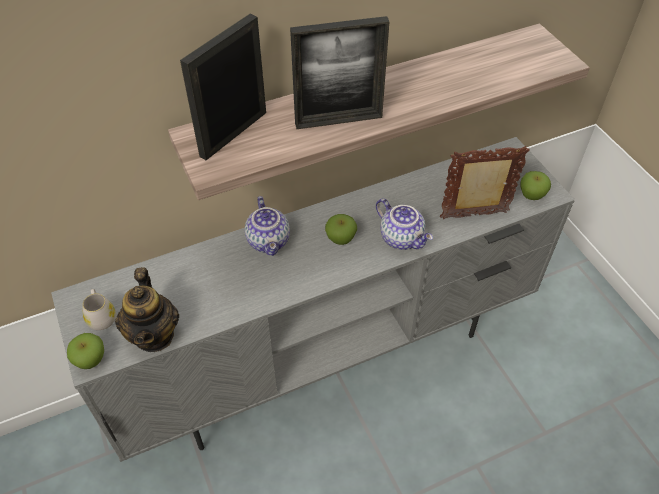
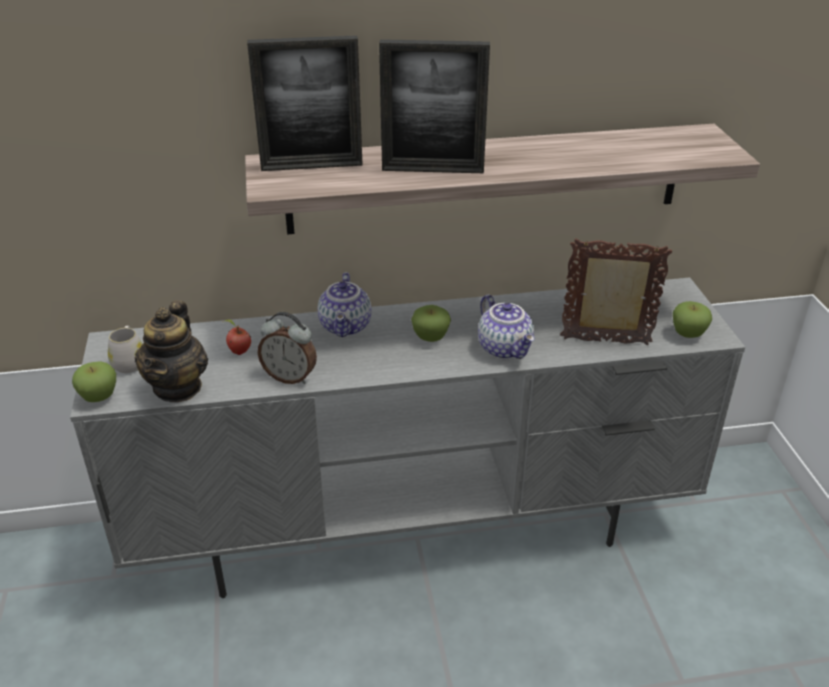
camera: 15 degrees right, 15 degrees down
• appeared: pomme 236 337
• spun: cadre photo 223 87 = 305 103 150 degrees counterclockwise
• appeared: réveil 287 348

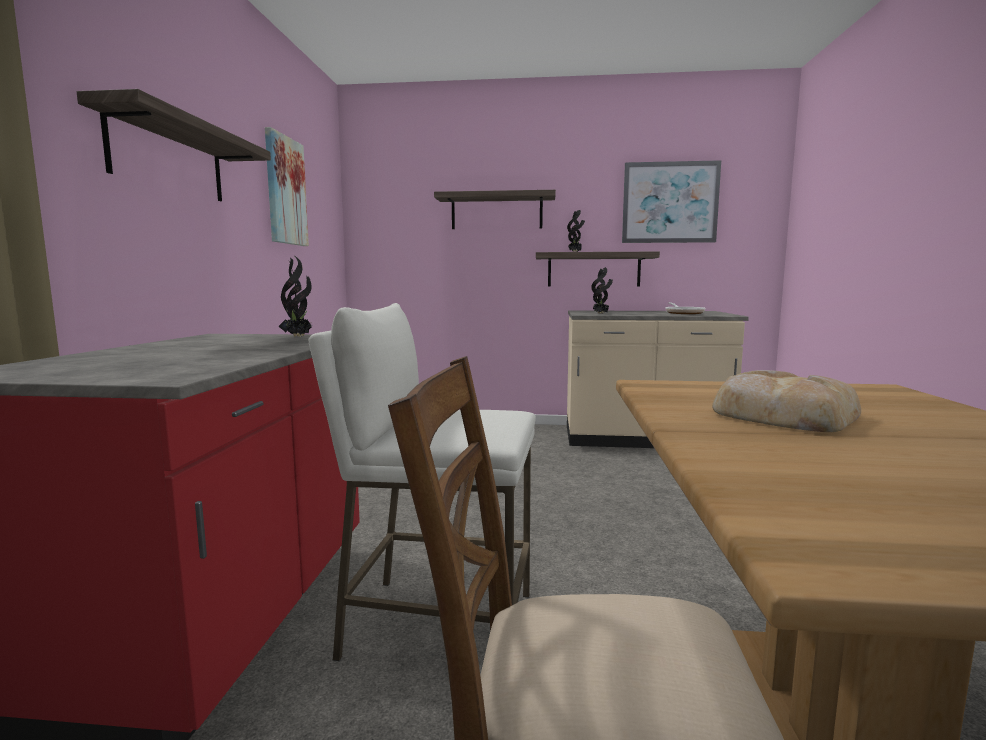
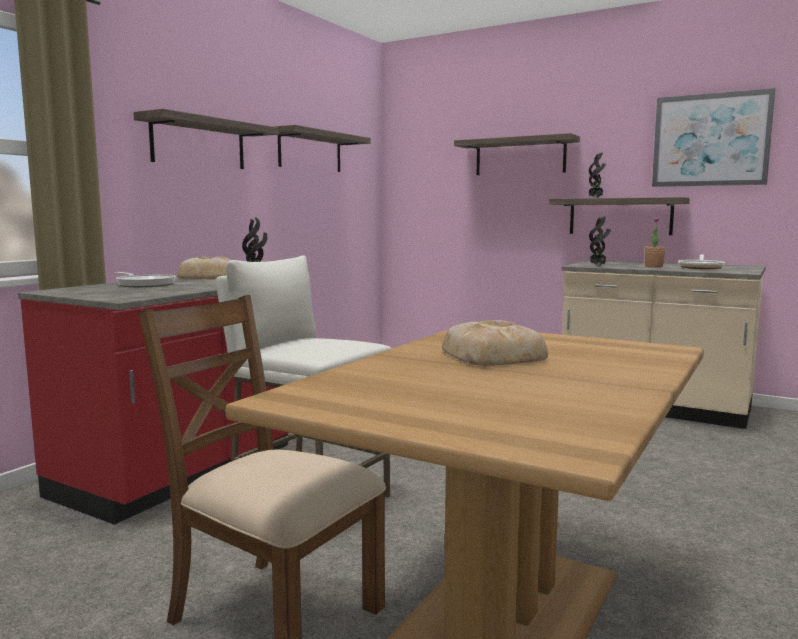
camera: 25 degrees right, 0 degrees up
• appeared: poêle 145 279
• appeared: pain 204 267
• exchanged: tableau 287 186 to étagère 322 148
• appeared: plante en pot 655 242

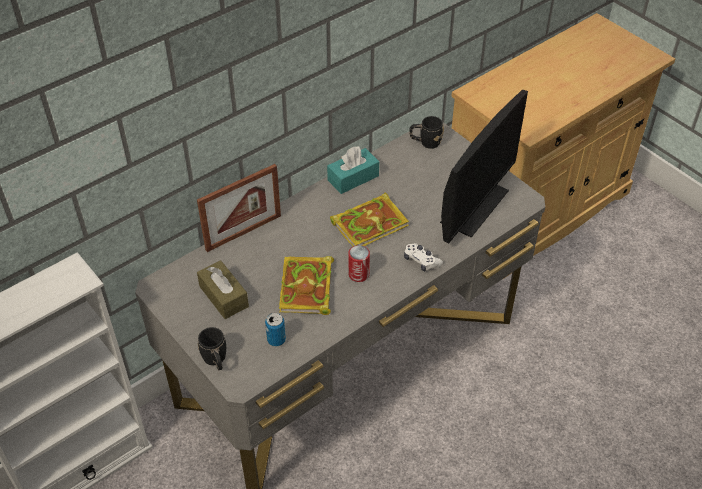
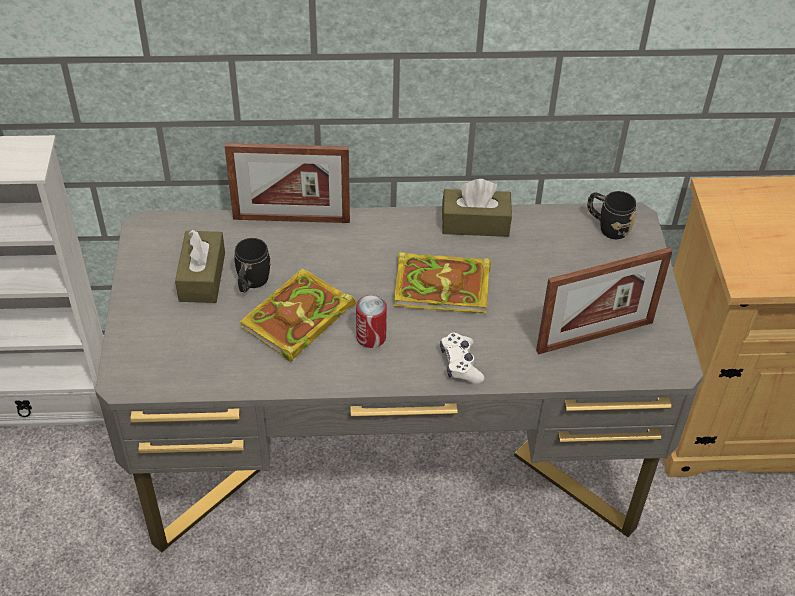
camera: 35 degrees right, 0 degrees up
• relocated: mug (noir) 211 348 to 252 265
• colour: boîte à mouchoirs (turquoise) 353 170 to boîte à mouchoirs (marron) 477 208
• exchanged: écran d'ordinateur 484 167 to cadre photo 604 300
• missing: boîte métallique 275 329

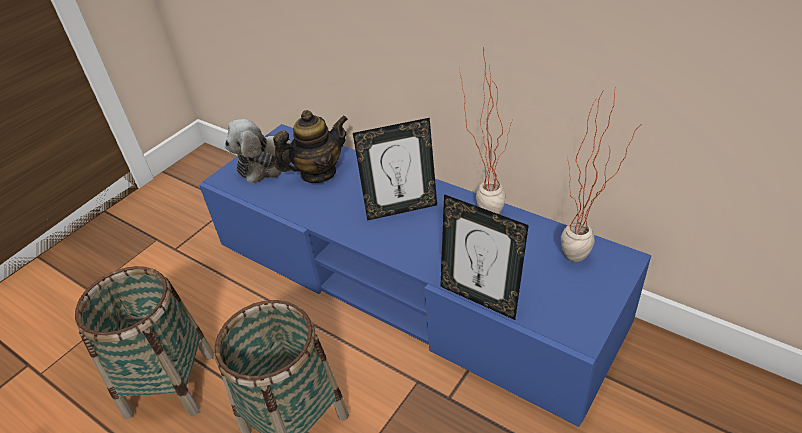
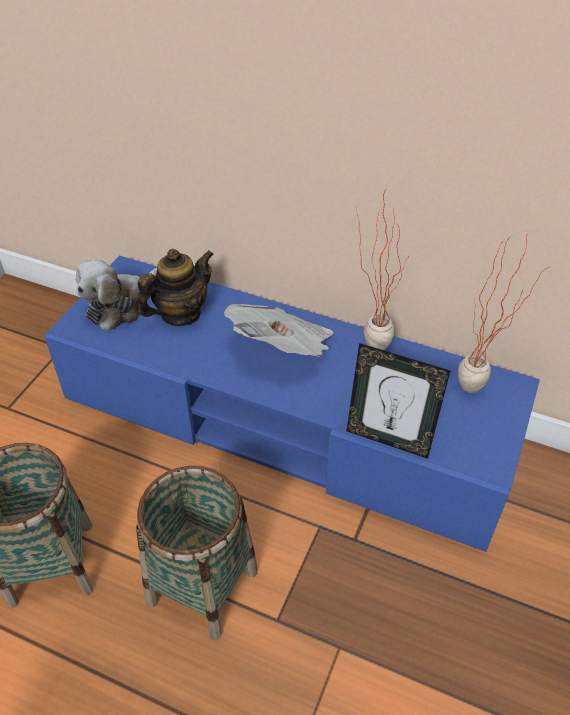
camera: 15 degrees left, 5 degrees up
• exchanged: cadre photo 395 169 to journal 279 330

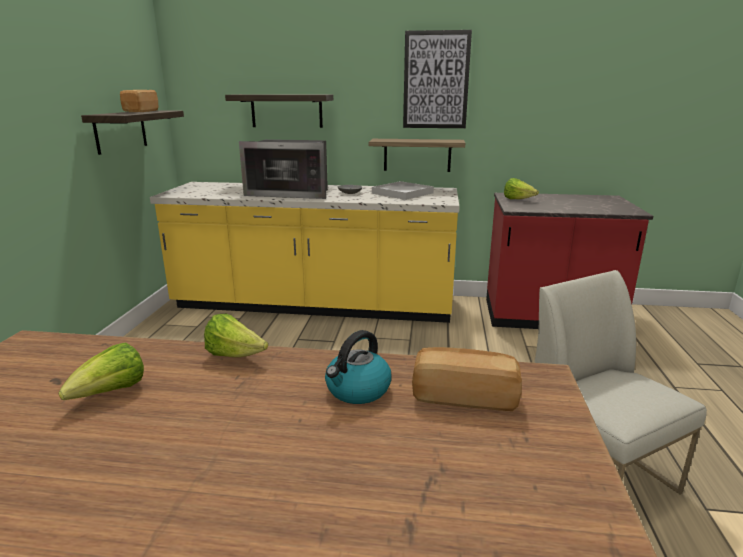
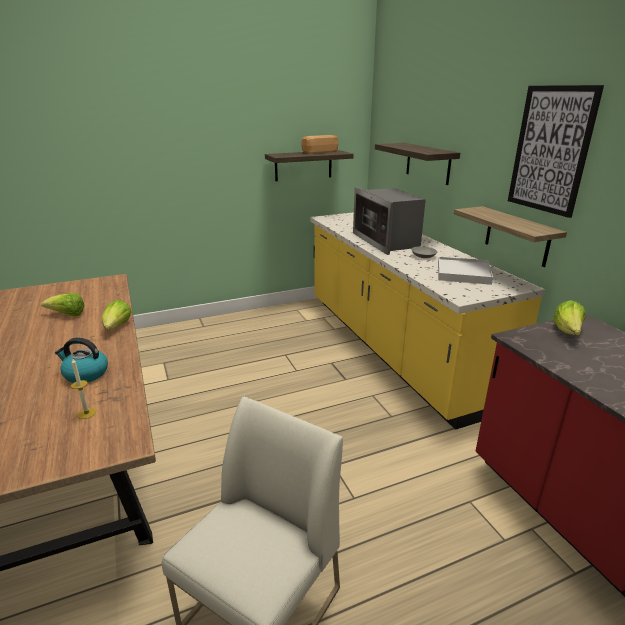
camera: 60 degrees right, 5 degrees up
• exchanged: pain 467 379 to bougie 83 389

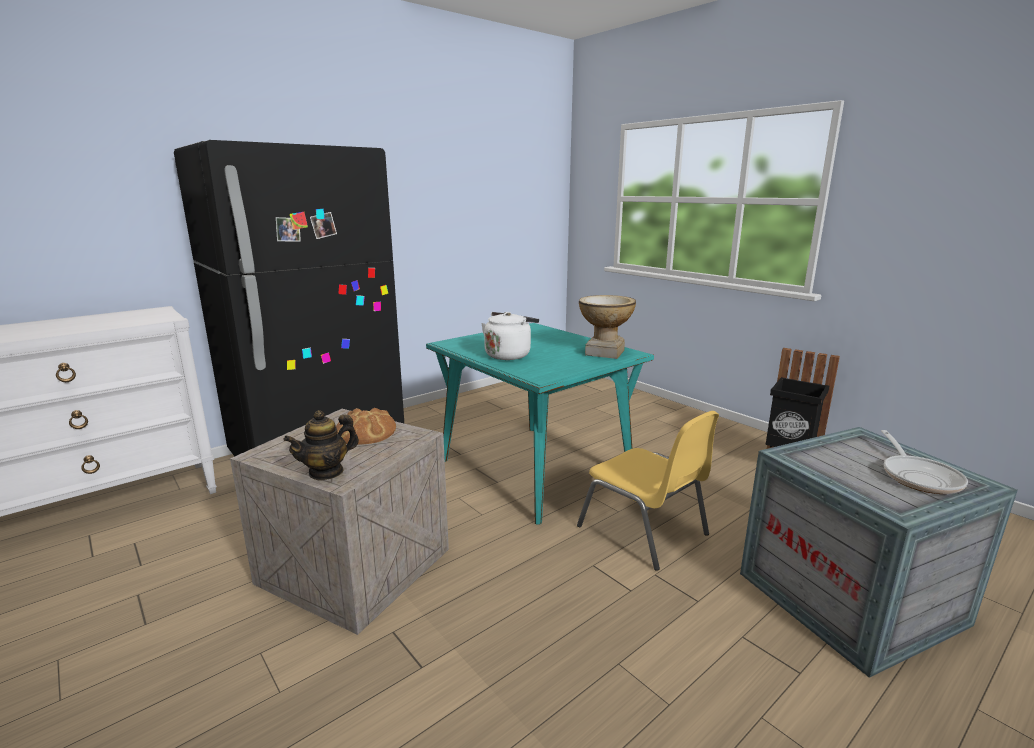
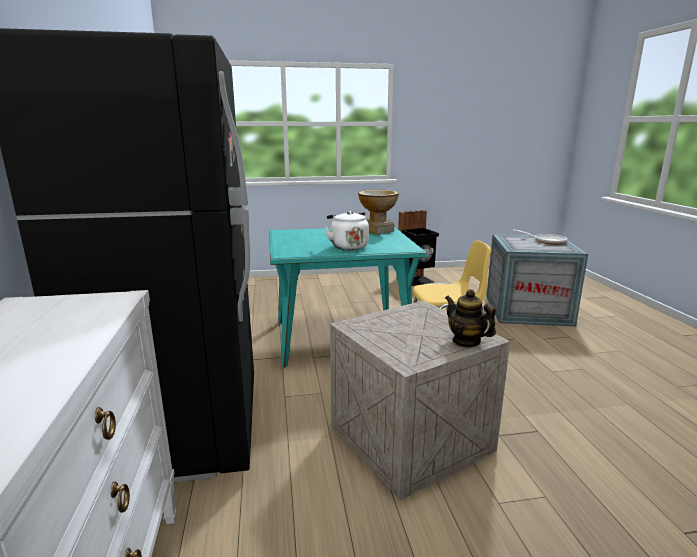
camera: 60 degrees left, 0 degrees up
• spun: théière 321 445 = 470 318 150 degrees clockwise
• missing: pain 366 426

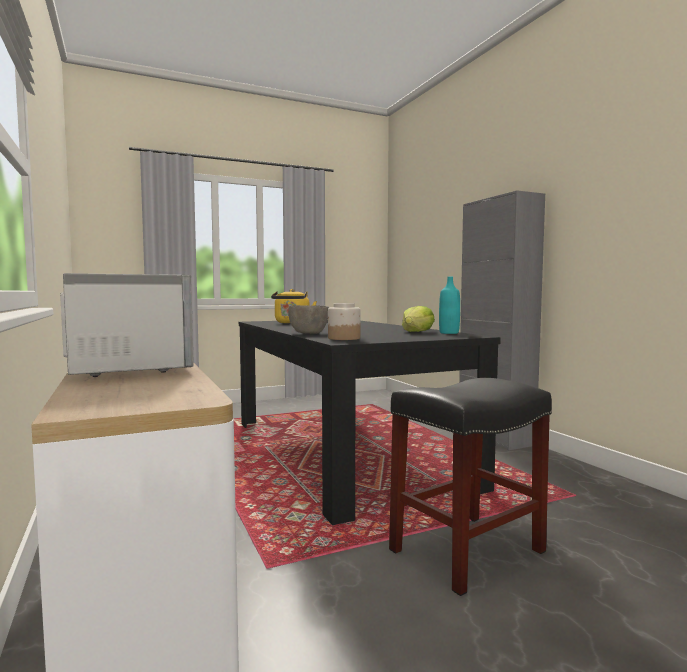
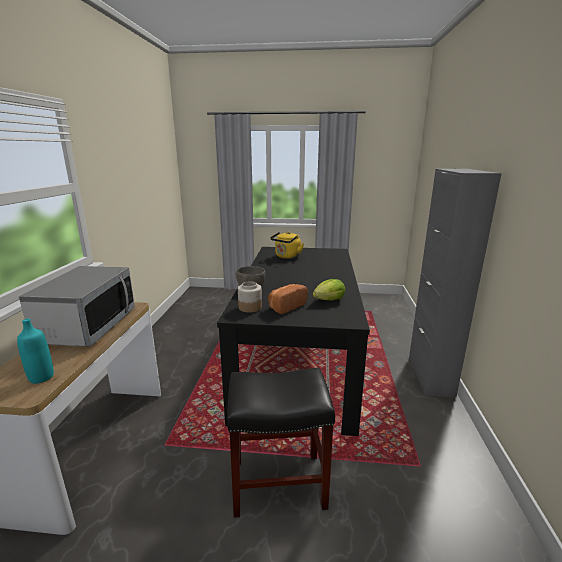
camera: 30 degrees right, 15 degrees up
• relocated: bouteille (turquoise) 449 305 to 35 351
• appeared: pain 288 299

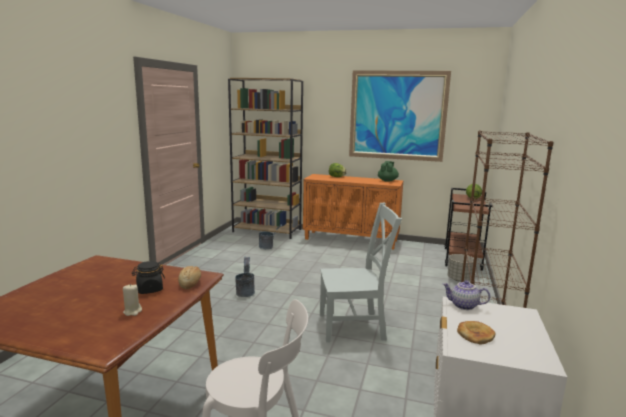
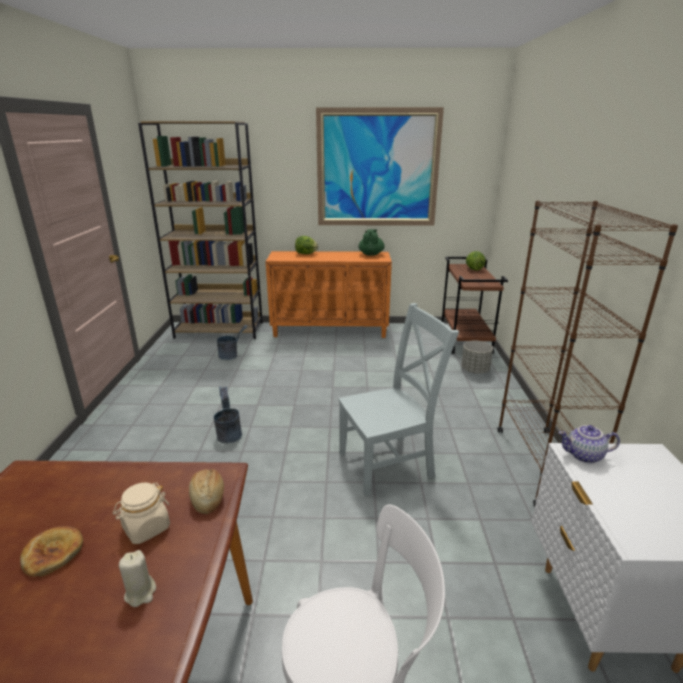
camera: 15 degrees left, 10 degrees up
• relocated: pain 476 333 to 51 551
• colour: bocal (noir) 148 277 to bocal (beige) 141 513

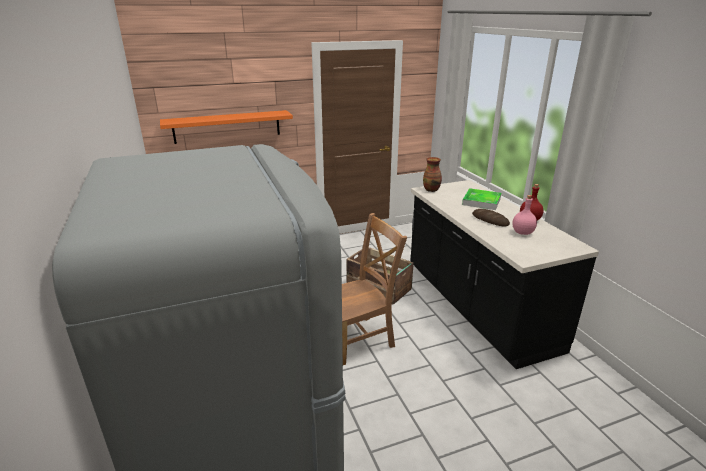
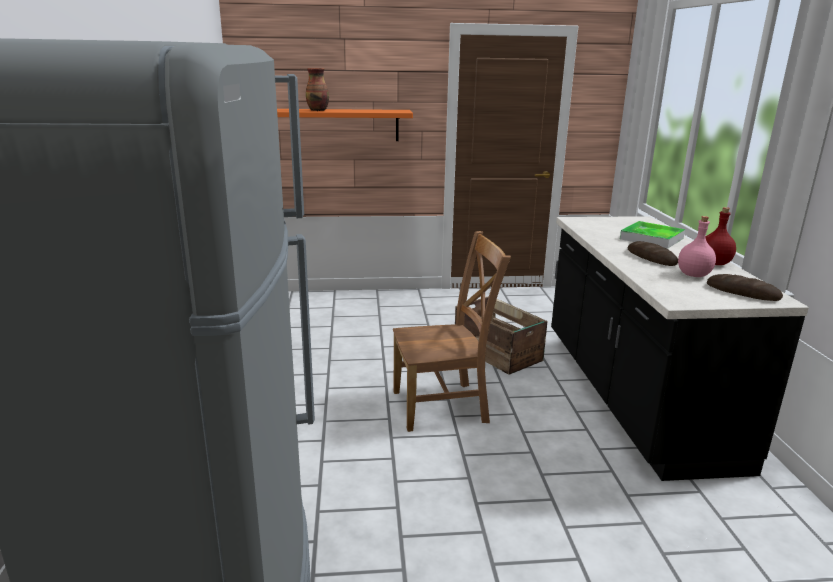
camera: 15 degrees right, 5 degrees down
• relocated: vase 432 174 to 317 89
• appeared: pain 745 287

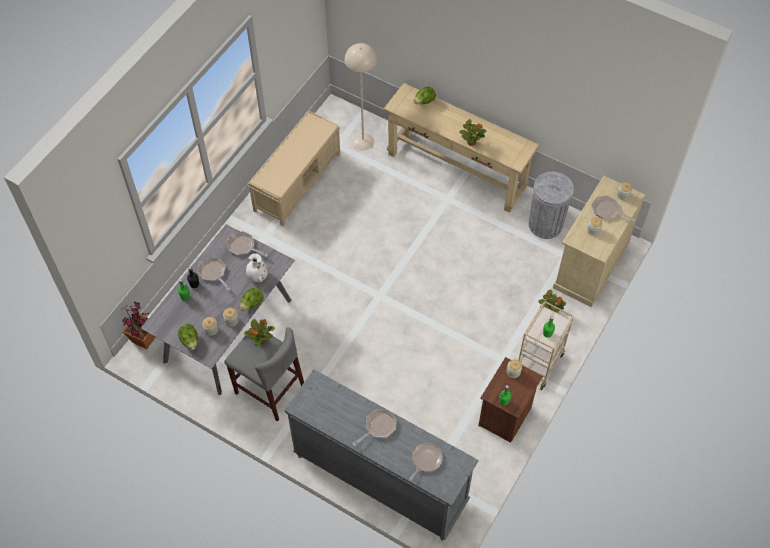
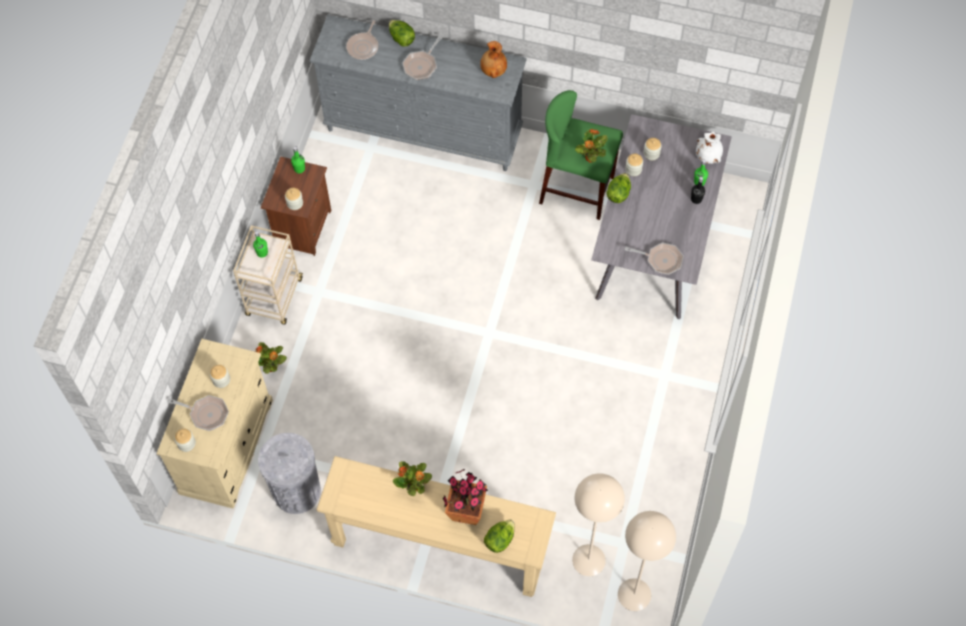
camera: 165 degrees right, 5 degrees up
• relocated: laitue 188 337 to 402 33
• relocated: plante en pot 138 325 to 465 497
• appeared: vase (marron) 494 59
• colour: tabouret (gris) 264 374 to tabouret (vert) 581 155
• appeared: lampadaire (beige) 647 561
• relocated: vase (blanc) 257 268 to 709 148
• missing: poêle 214 274
• missing: banc (beige) 294 168

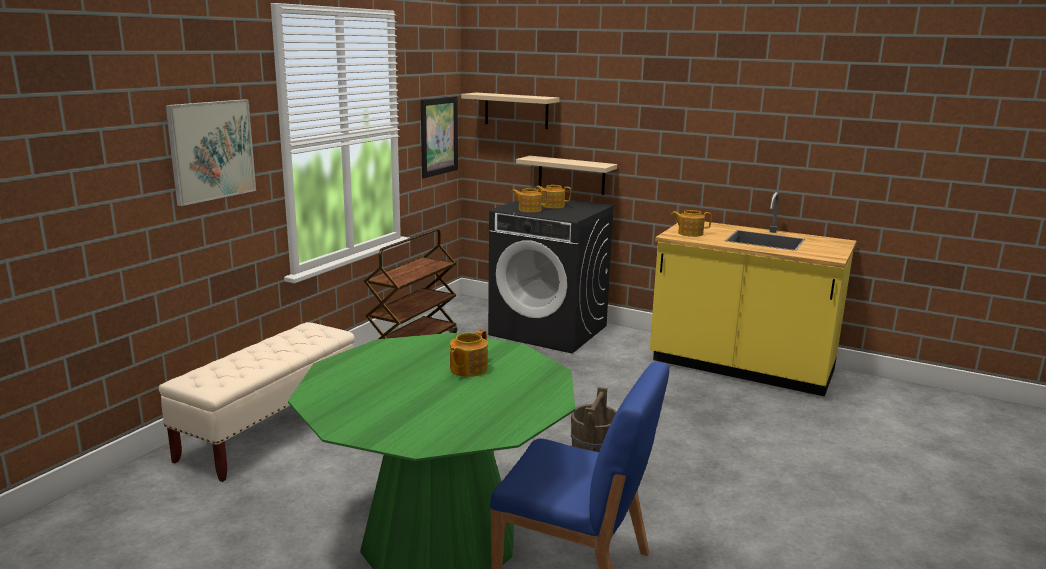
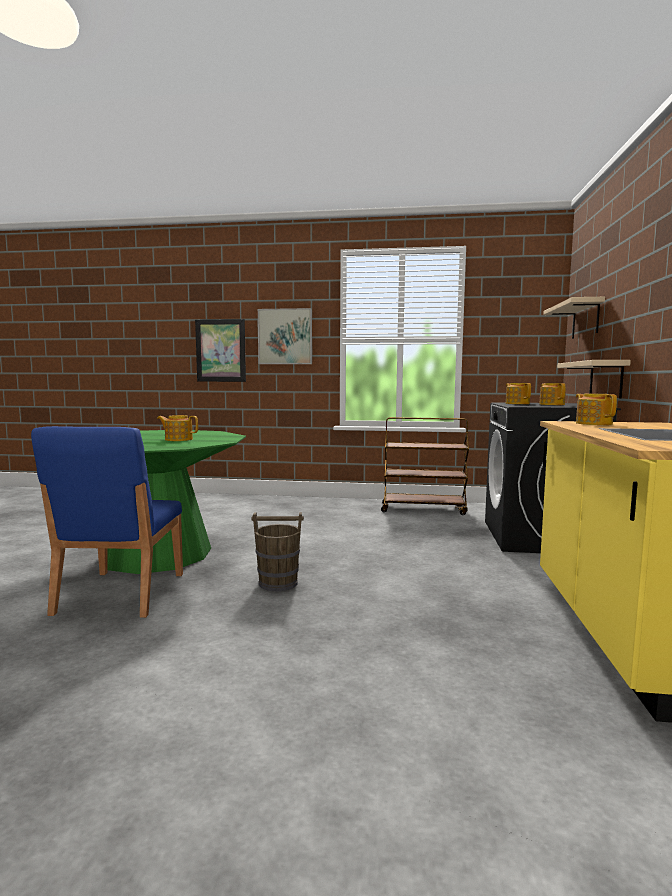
camera: 70 degrees right, 10 degrees down
• relocated: tableau 439 137 to 220 350
• missing: banc (beige) 257 402

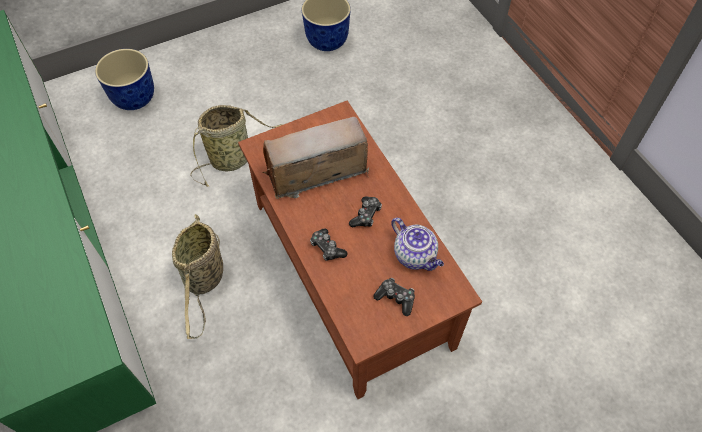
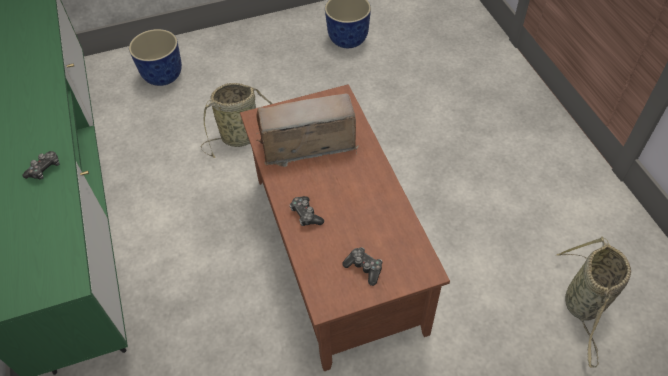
camera: 10 degrees right, 5 degrees down
• relocated: manette 365 212 to 41 165
• relocated: panier 197 276 to 593 302
• missing: théière 417 244

